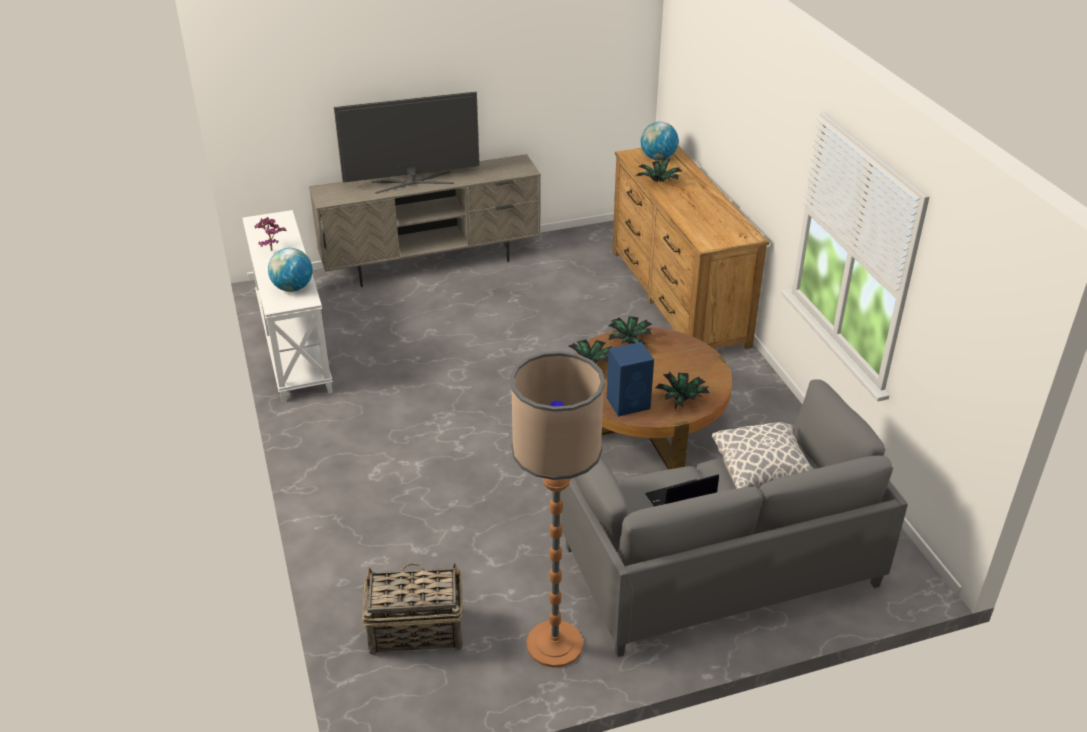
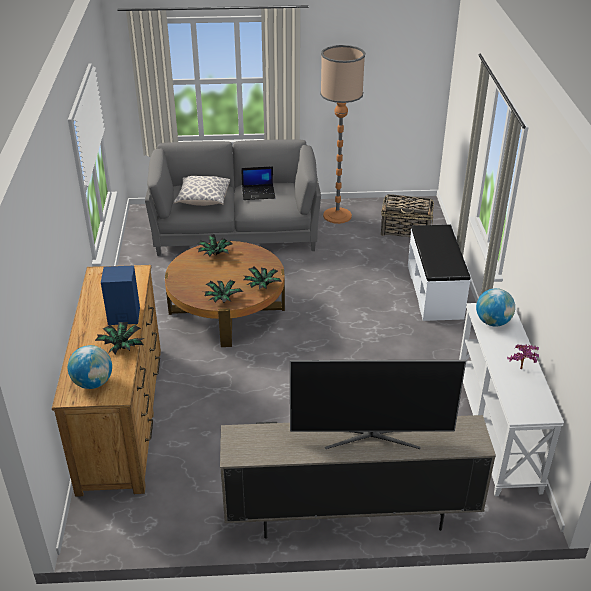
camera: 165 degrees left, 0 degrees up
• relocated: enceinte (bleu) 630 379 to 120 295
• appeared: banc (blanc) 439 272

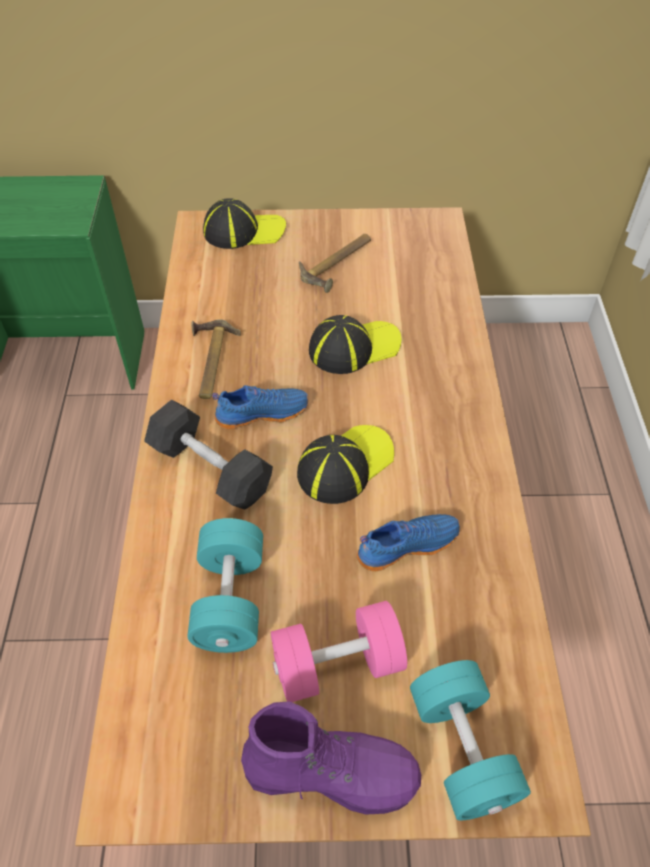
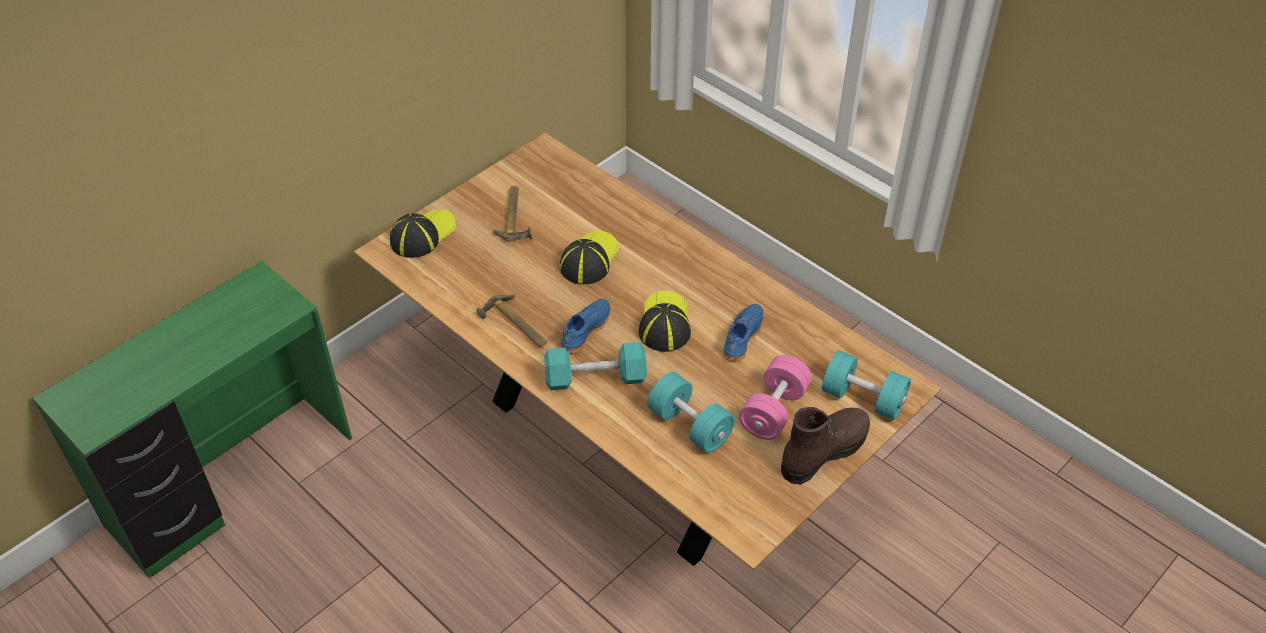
camera: 45 degrees left, 5 degrees down
• colour: haltère (gris) 208 454 to haltère (turquoise) 595 366
• colour: botte (violet) 331 758 to botte (marron) 825 446

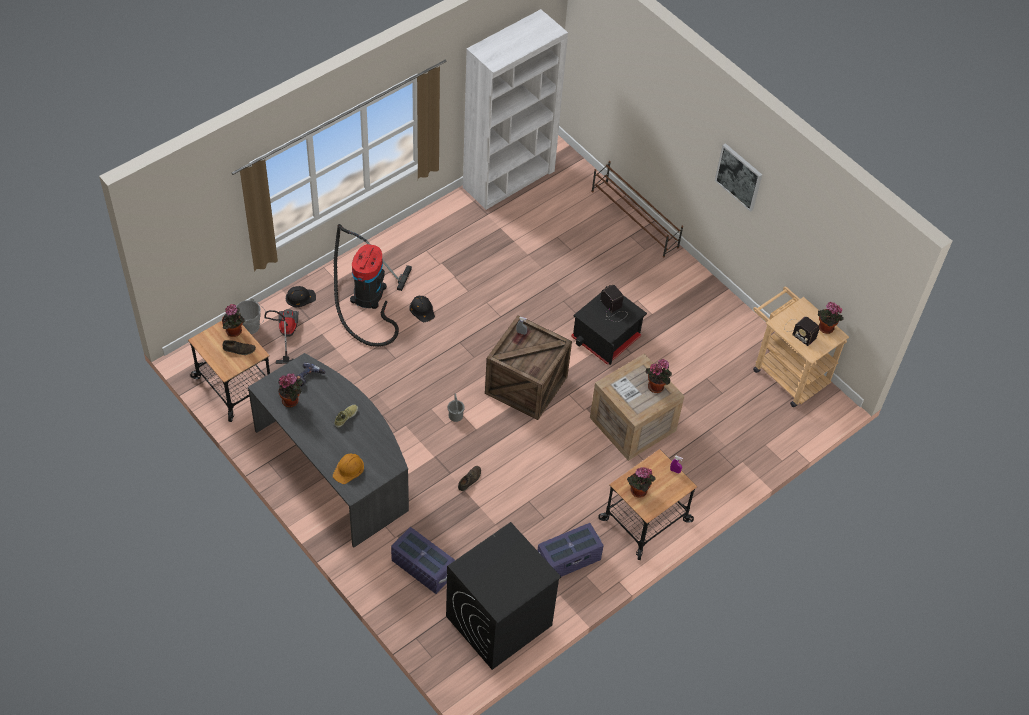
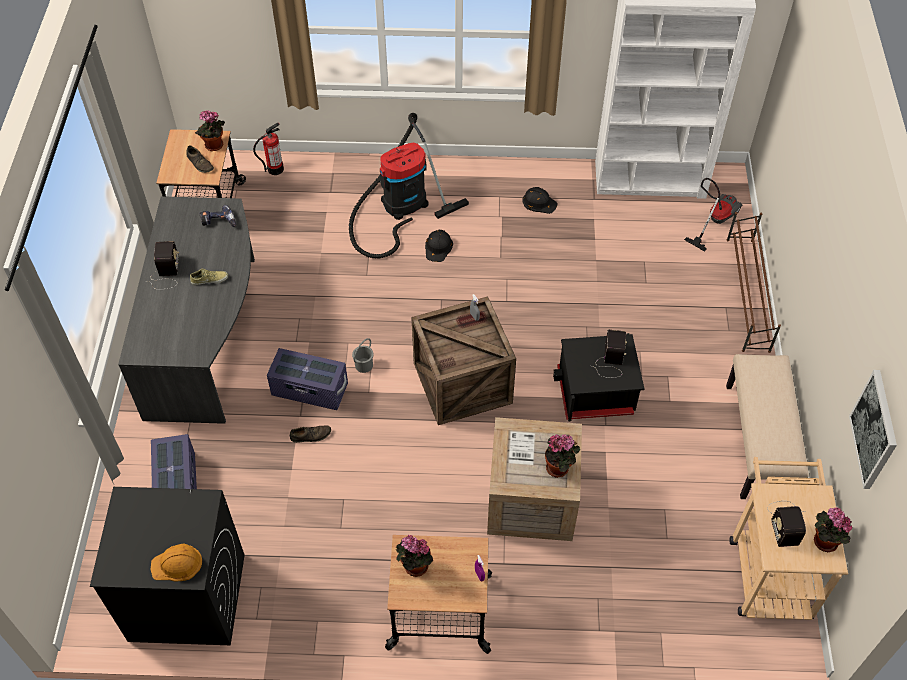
camera: 45 degrees right, 0 degrees up
• appeared: radio 163 265
• relocated: casque de chantier (orange) 348 469 to 176 562
• exchanged: seau (gris) 251 316 to extincteur 268 149
• relocated: boîte de rangement (violet) 570 550 to 307 379
• relocated: casque de chantier (noir) 301 297 to 540 200
• relocated: aspirateur 281 336 to 713 215
• appeared: banc (beige) 767 426
• relocated: tableau 738 177 to 873 429
• missing: plante en pot 290 390

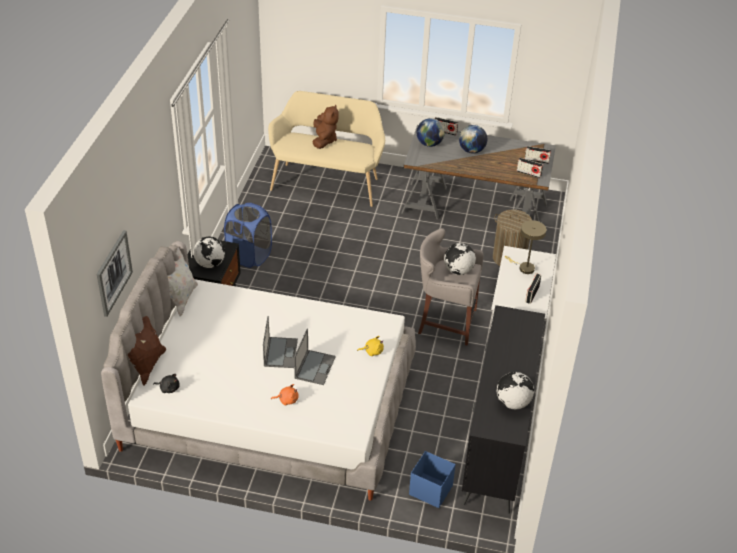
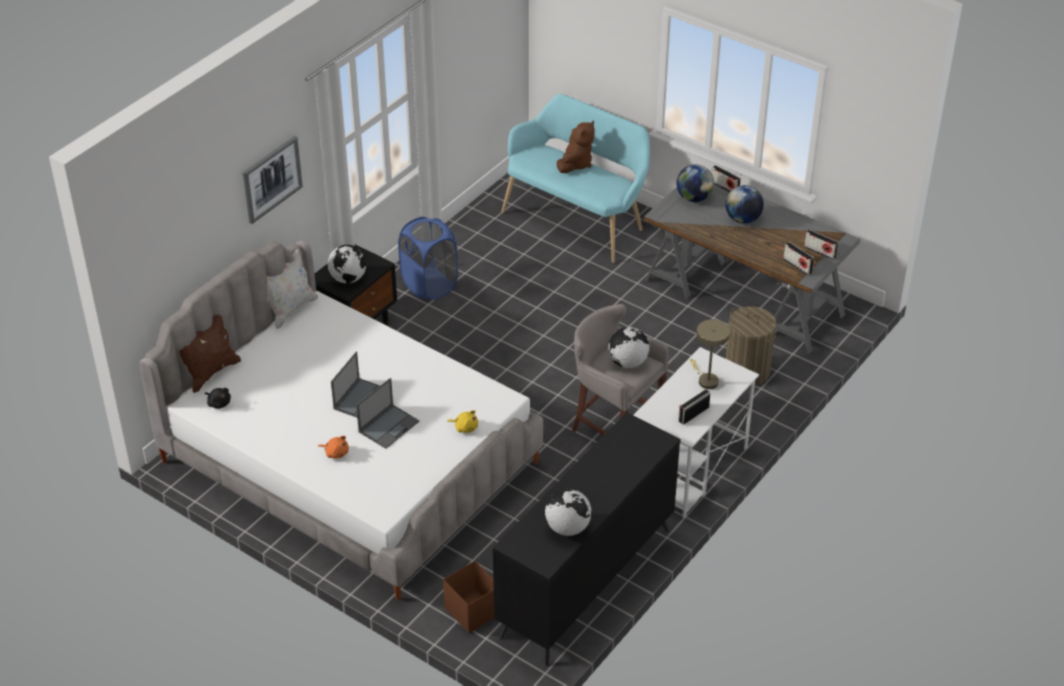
camera: 25 degrees right, 0 degrees up
• relocated: tableau 115 273 to 273 180
• colour: boîte de rangement (bleu) 432 479 to boîte de rangement (marron) 468 597
• colour: banc (beige) 326 149 to banc (turquoise) 575 178

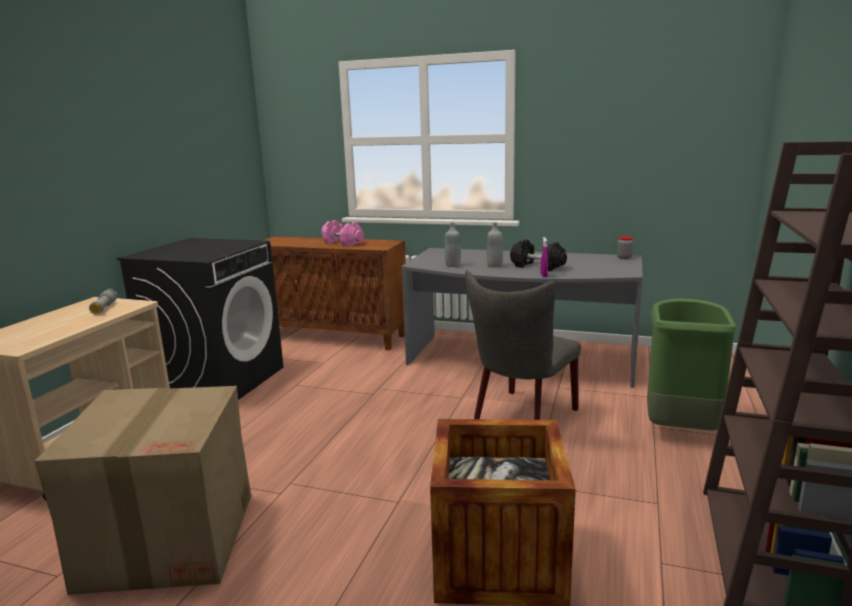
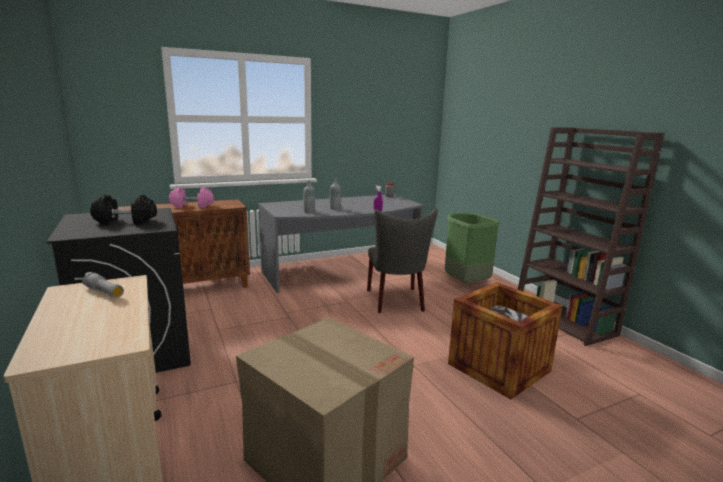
camera: 45 degrees left, 0 degrees up
• relocated: haltère (noir) 538 255 to 123 210

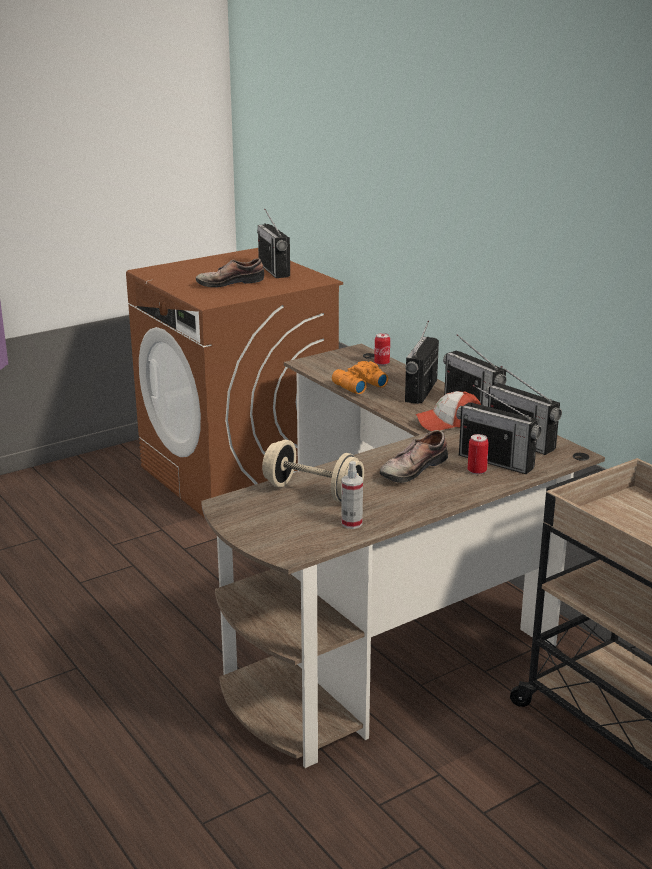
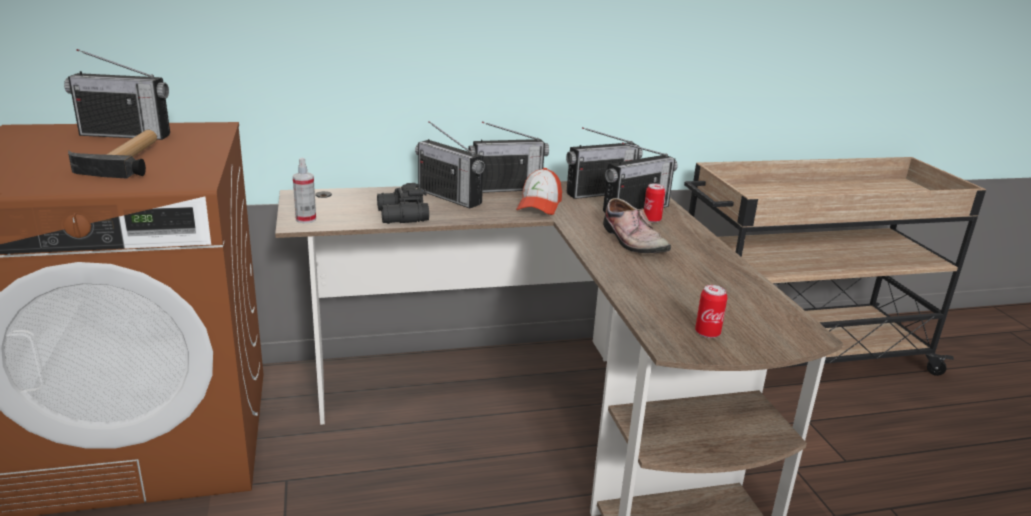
camera: 70 degrees left, 0 degrees up
• exchanged: chaussure 230 272 to marteau 112 154
• relocated: vaporisateur 352 495 to 304 190
• colour: jumelles (orange) 360 377 to jumelles (noir) 403 203
• relocated: boîte métallique 382 349 to 711 311
• missing: haltère (beige) 313 471

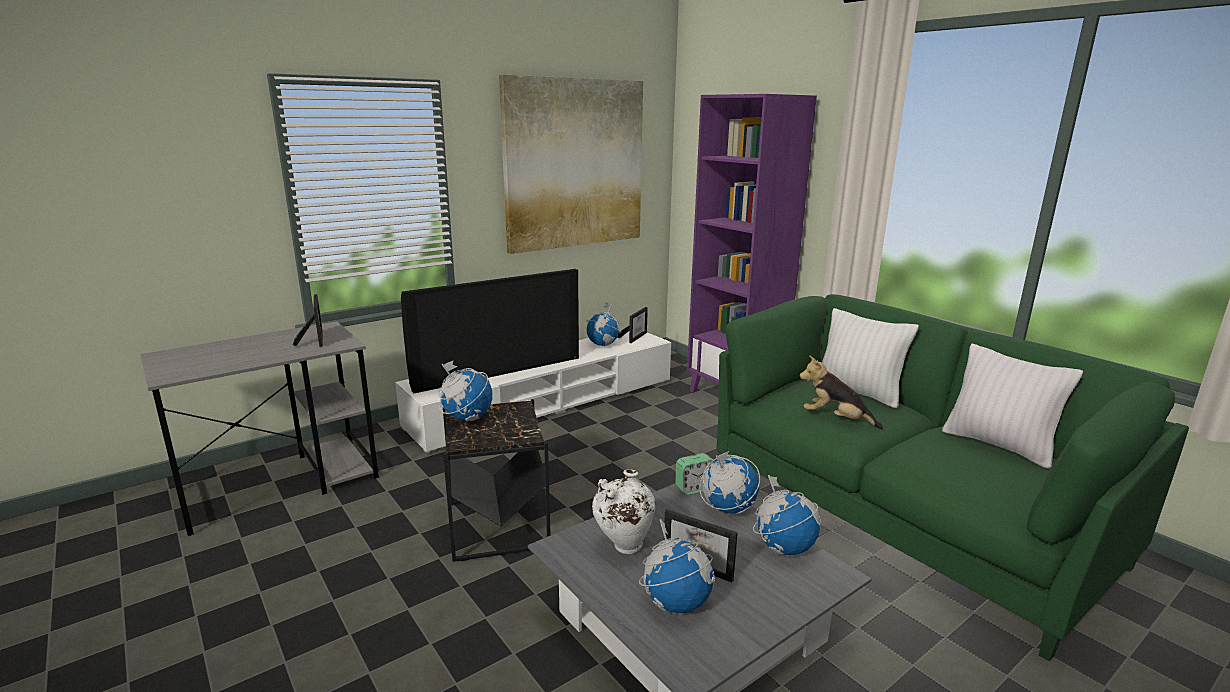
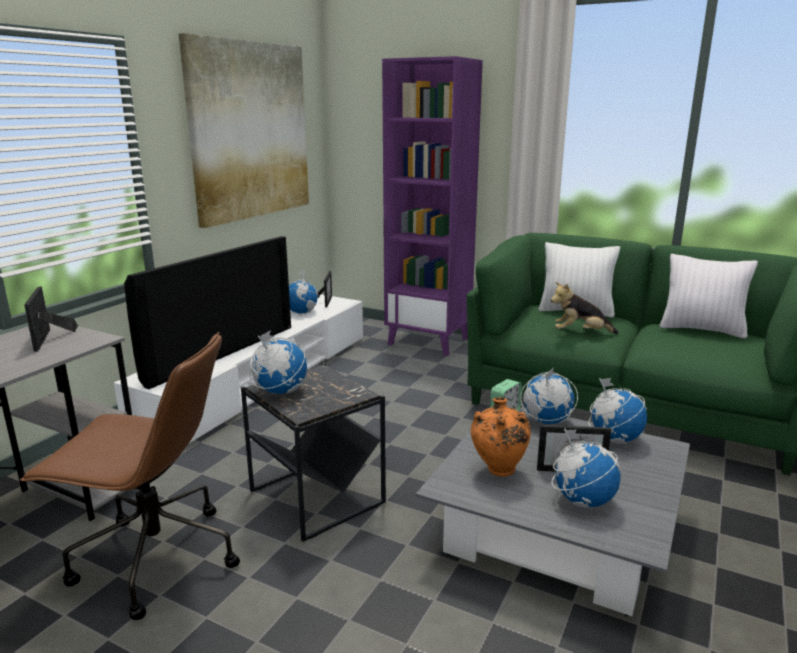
camera: 25 degrees left, 0 degrees up
• appeared: chaise de bureau (marron) 130 476
• spun: cadre photo 308 320 = 51 319 150 degrees counterclockwise
• colour: vase (blanc) 623 511 to vase (orange) 501 437

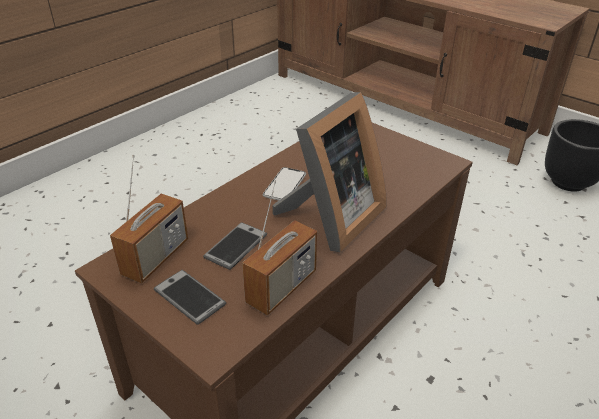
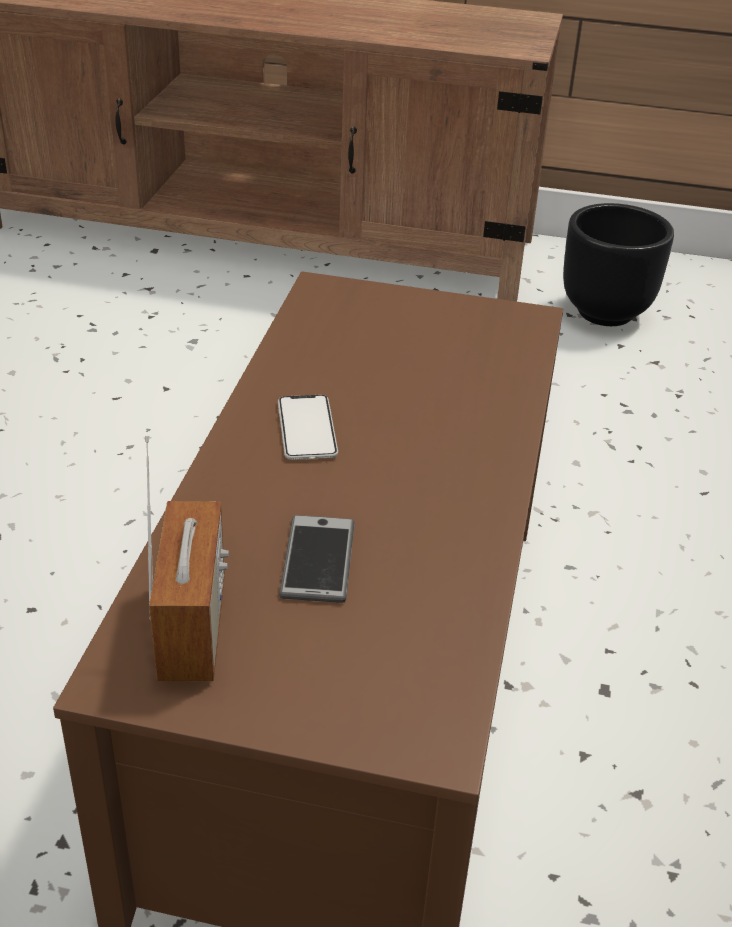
camera: 30 degrees left, 0 degrees up
• missing: téléphone 190 297
• missing: radio 279 247
• missing: cadre photo 329 172

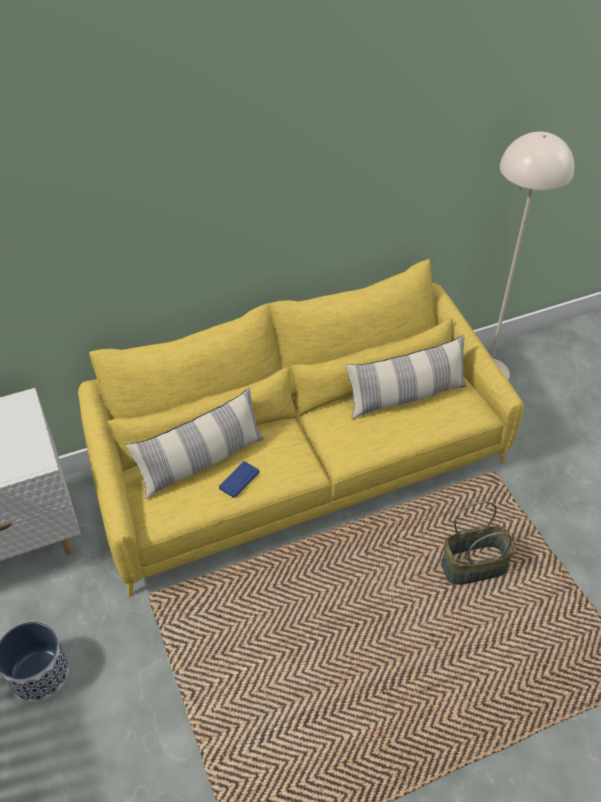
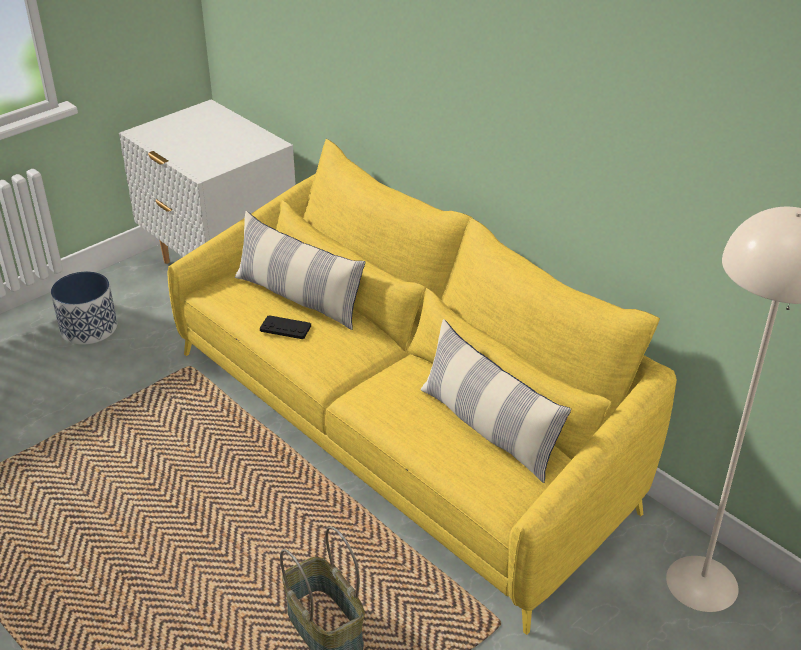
camera: 70 degrees right, 10 degrees down
• colour: manette (bleu) 239 479 to manette (noir) 285 327

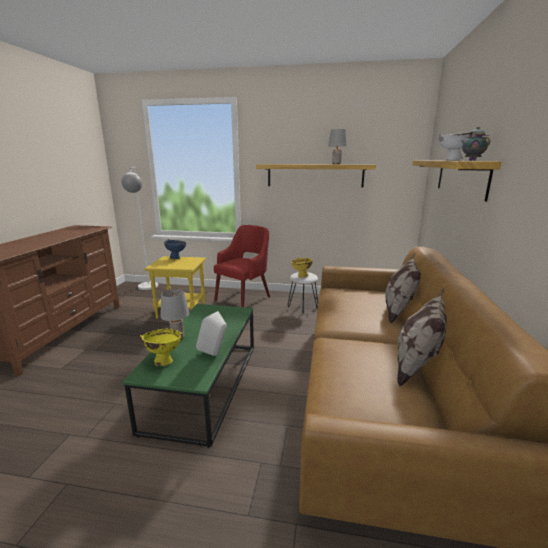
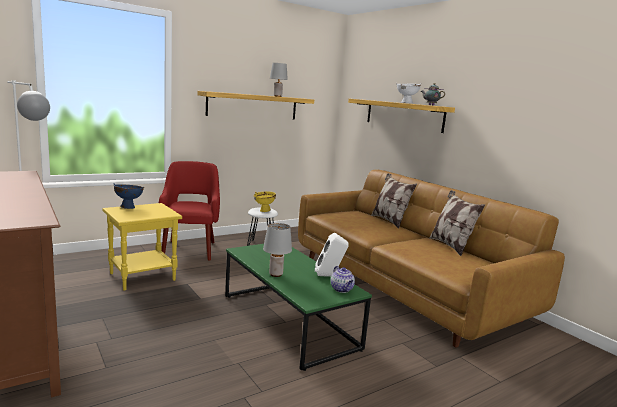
camera: 45 degrees left, 5 degrees down
• appeared: théière 343 279
• missing: bol (jaune) 161 347

